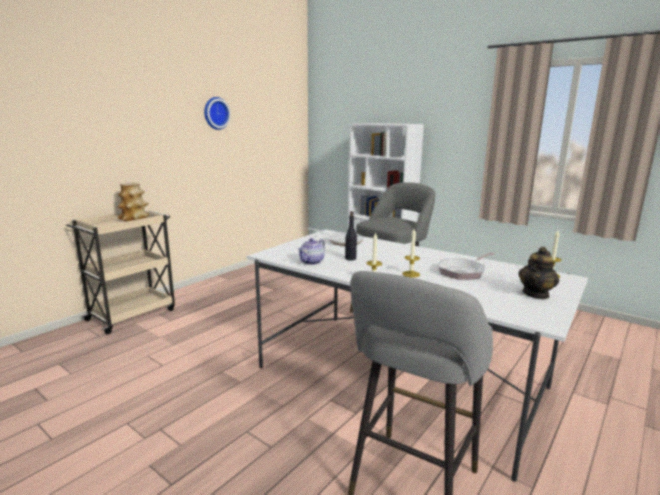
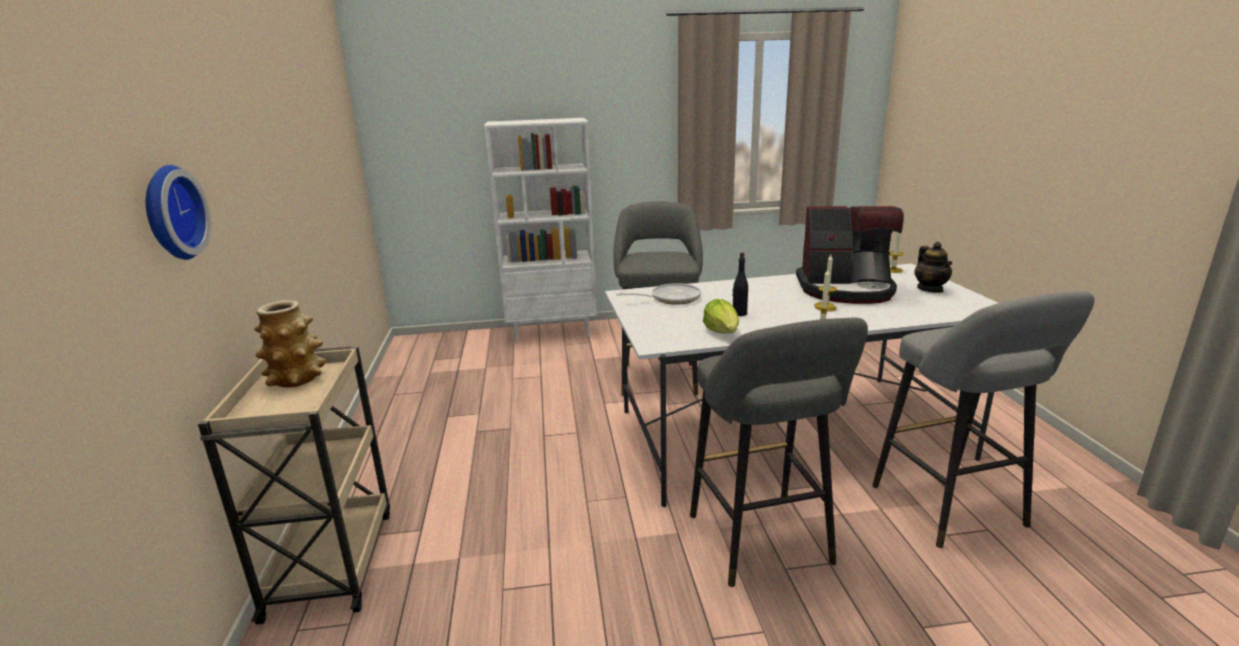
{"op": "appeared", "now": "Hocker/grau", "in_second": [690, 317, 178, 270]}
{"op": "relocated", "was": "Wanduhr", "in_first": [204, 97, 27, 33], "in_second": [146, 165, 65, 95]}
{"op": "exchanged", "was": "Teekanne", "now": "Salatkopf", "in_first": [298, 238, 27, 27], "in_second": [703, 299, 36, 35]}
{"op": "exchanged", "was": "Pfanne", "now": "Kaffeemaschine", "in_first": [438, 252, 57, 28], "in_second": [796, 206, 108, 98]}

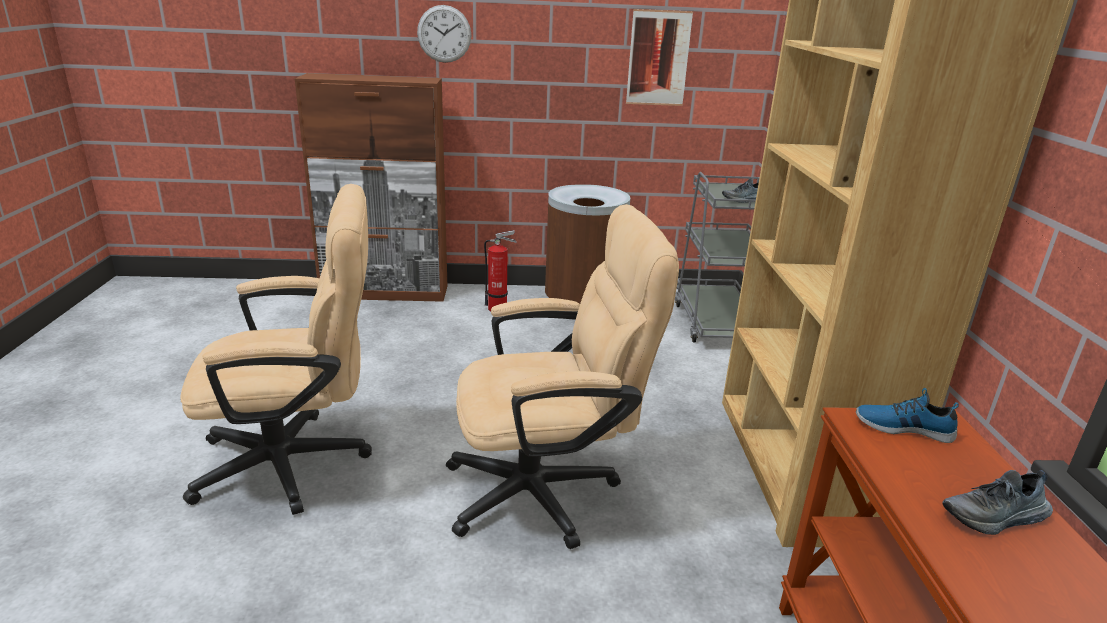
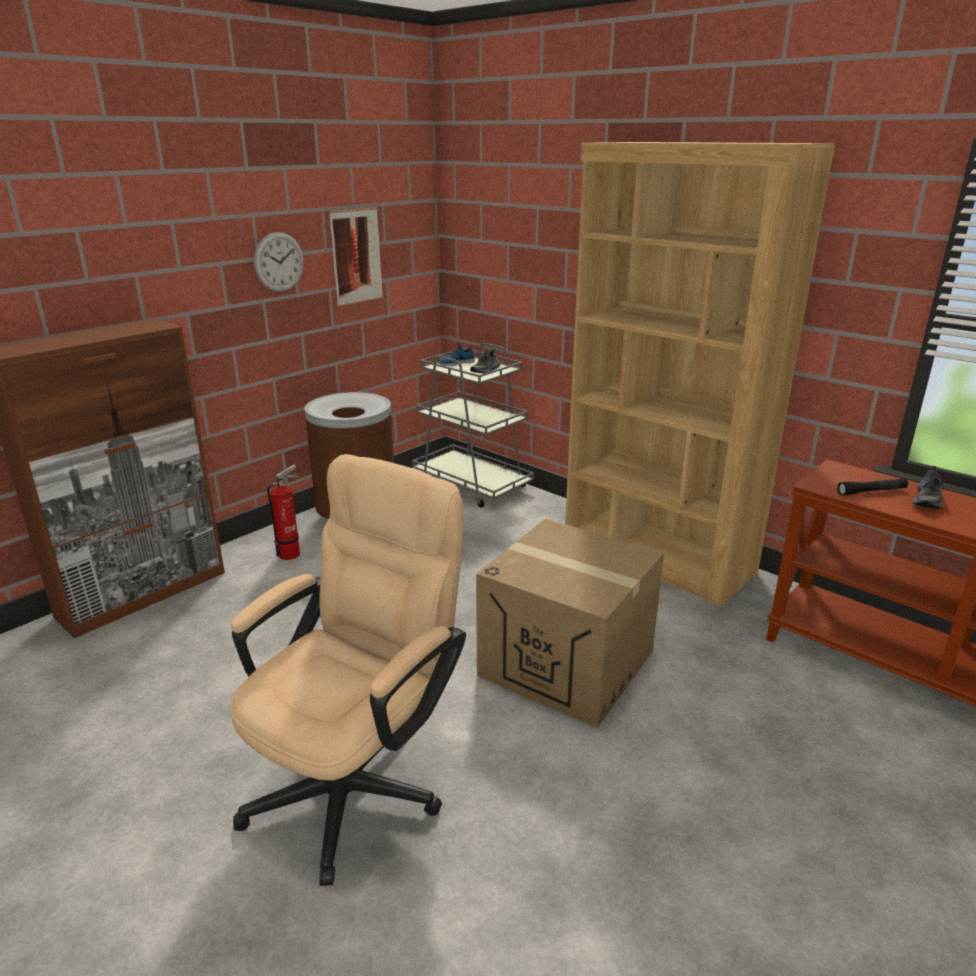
{"op": "appeared", "now": "Taschenlampe/schwarz", "in_second": [837, 478, 71, 18]}
{"op": "relocated", "was": "Wanduhr", "in_first": [417, 5, 54, 58], "in_second": [254, 232, 50, 60]}
{"op": "relocated", "was": "Schuh", "in_first": [856, 388, 103, 55], "in_second": [437, 343, 38, 23]}
{"op": "exchanged", "was": "Bürostuhl/beige", "now": "Karton", "in_first": [446, 204, 233, 345], "in_second": [476, 519, 188, 209]}

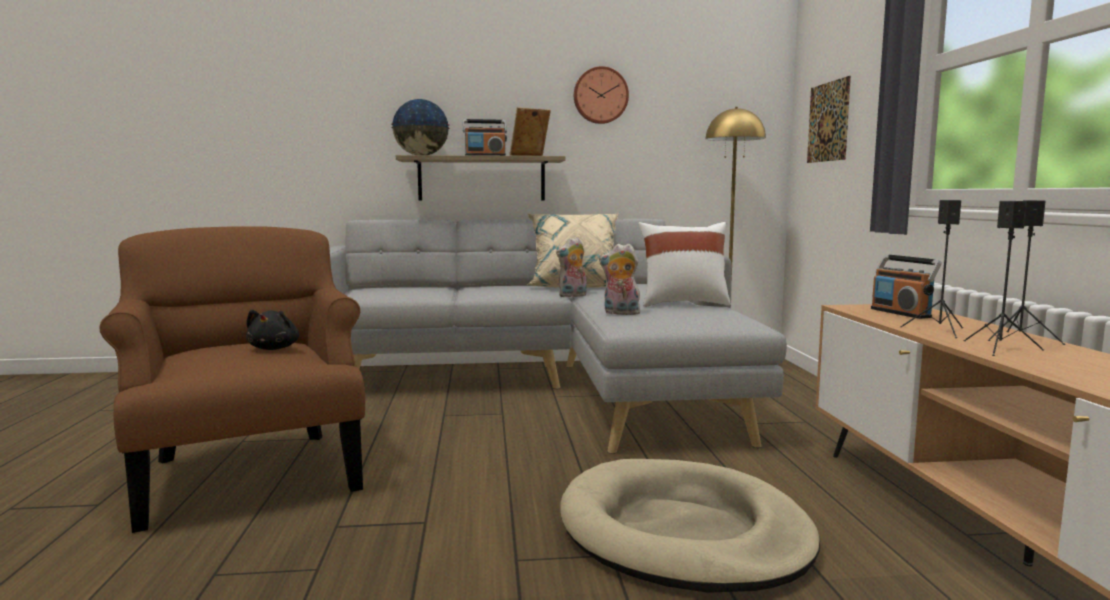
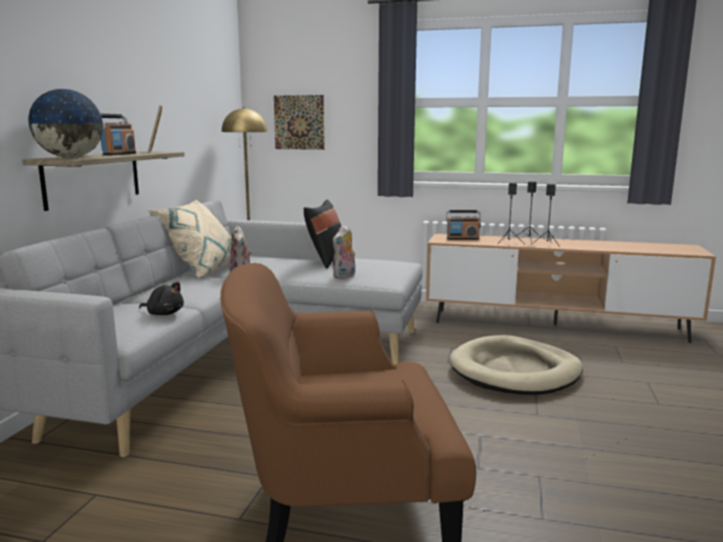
{"op": "missing", "was": "Wanduhr", "in_first": [574, 66, 55, 58]}
{"op": "relocated", "was": "Plüschtier/schwarz", "in_first": [247, 310, 52, 40], "in_second": [139, 282, 45, 33]}
{"op": "colour", "was": "Kissen/weiß", "now": "Kissen/schwarz", "in_first": [638, 222, 93, 85], "in_second": [304, 200, 37, 69]}

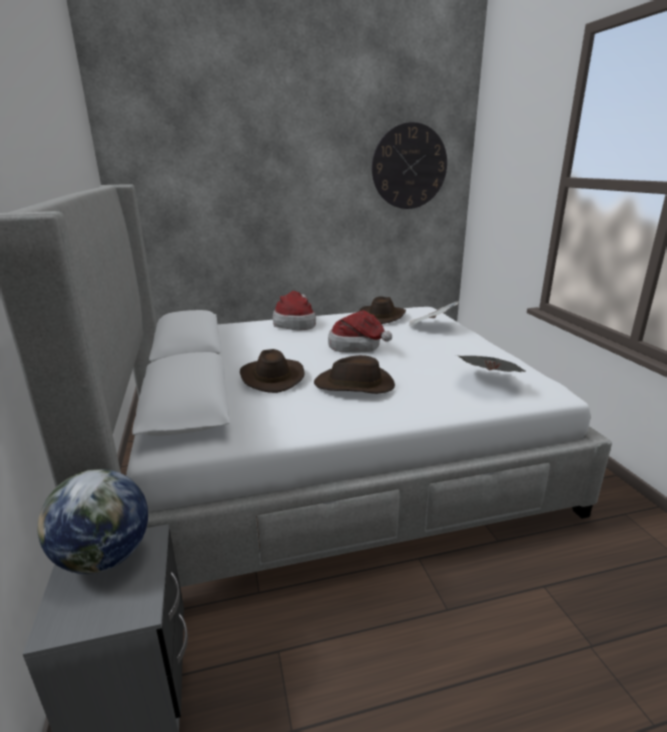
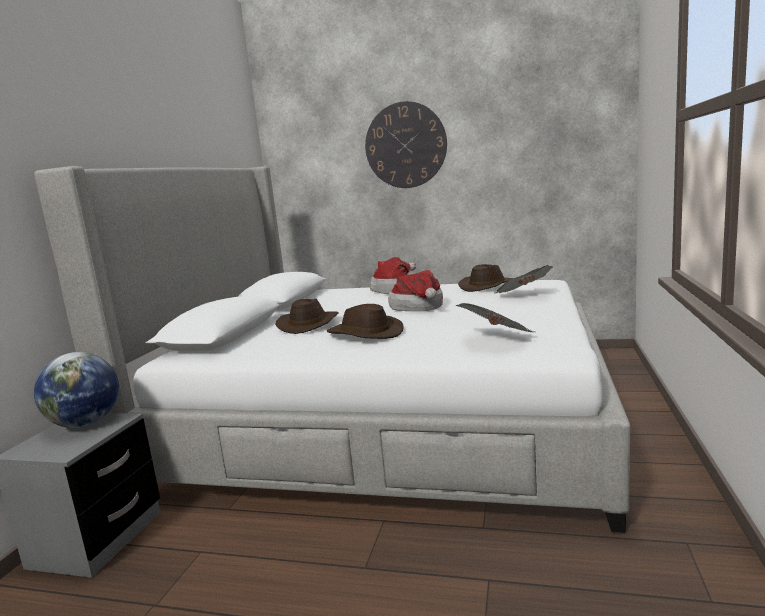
{"op": "relocated", "was": "Wanduhr", "in_first": [372, 122, 75, 87], "in_second": [365, 101, 82, 87]}

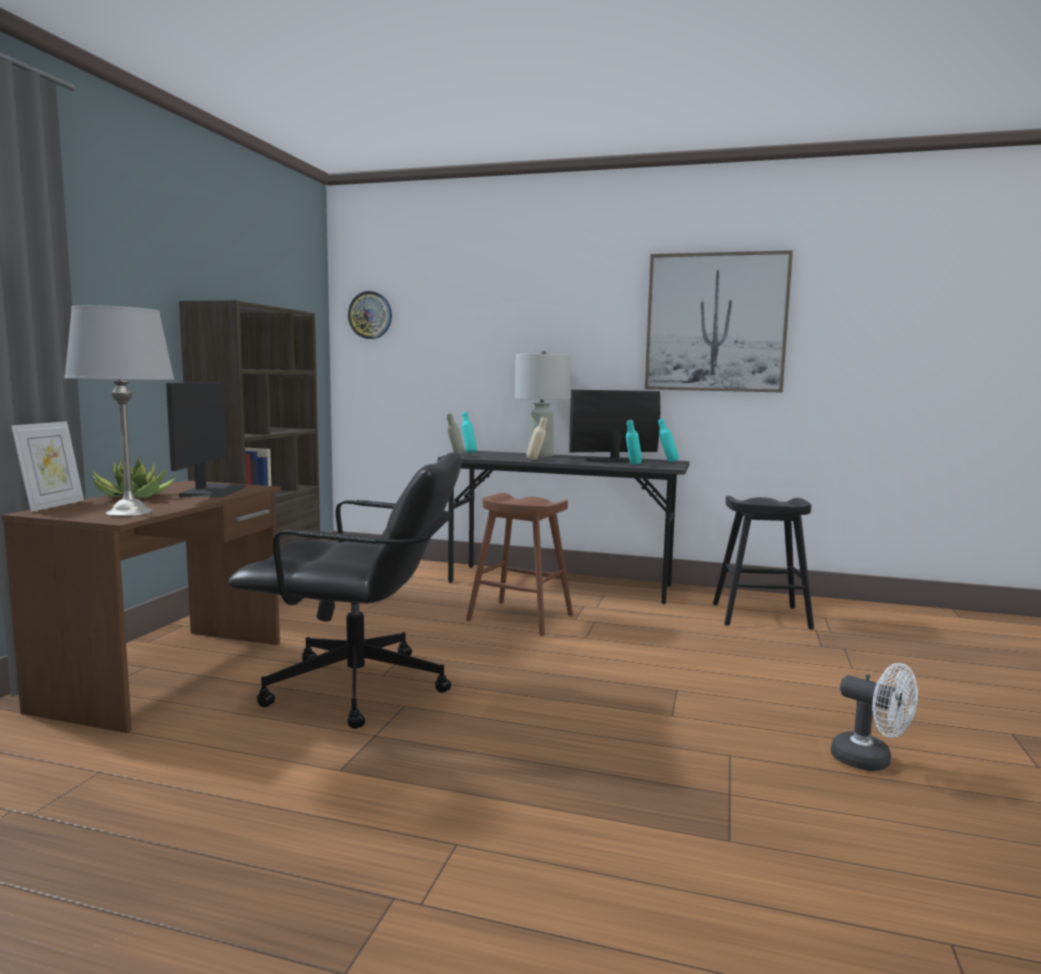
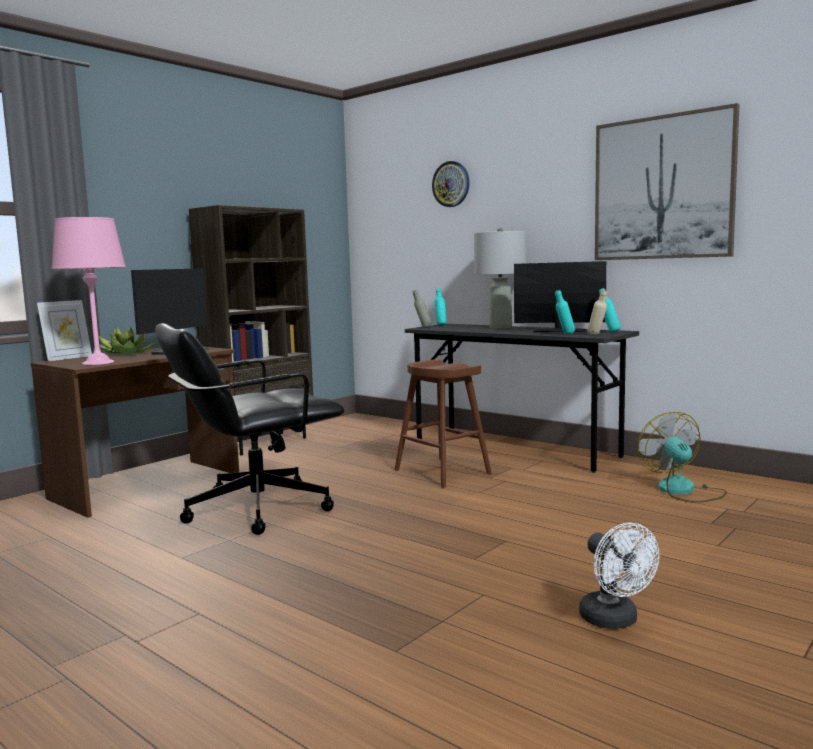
{"op": "relocated", "was": "Wanduhr", "in_first": [348, 291, 44, 48], "in_second": [432, 161, 38, 46]}
{"op": "relocated", "was": "Flasche/beige", "in_first": [526, 417, 21, 43], "in_second": [588, 290, 19, 45]}
{"op": "exchanged", "was": "Hocker/schwarz", "now": "Ventilator", "in_first": [713, 496, 101, 134], "in_second": [638, 412, 89, 91]}
{"op": "colour", "was": "Tischlampe/grau", "now": "Tischlampe/rosa", "in_first": [64, 305, 110, 212], "in_second": [51, 217, 75, 148]}
{"op": "spun", "was": "Bürostuhl/schwarz", "in_first": [228, 452, 234, 277], "in_second": [156, 323, 188, 212], "clockwise": 120}

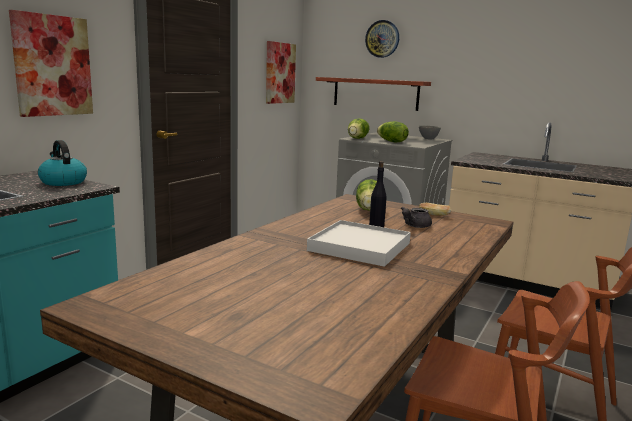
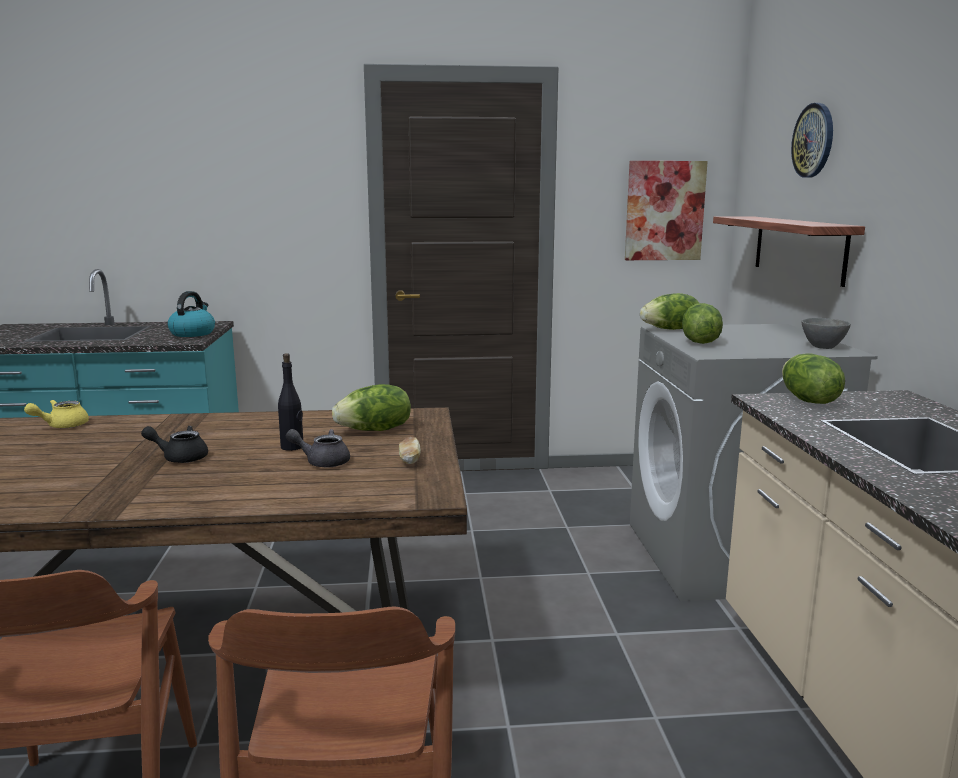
{"op": "missing", "was": "Bild", "in_first": [9, 10, 84, 107]}
{"op": "appeared", "now": "Teekanne/gelb", "in_second": [24, 400, 65, 28]}
{"op": "appeared", "now": "Salatkopf", "in_second": [782, 353, 63, 51]}
{"op": "exchanged", "was": "Tablett/weiß", "now": "Teekanne/schwarz", "in_first": [307, 220, 104, 47], "in_second": [141, 426, 67, 37]}

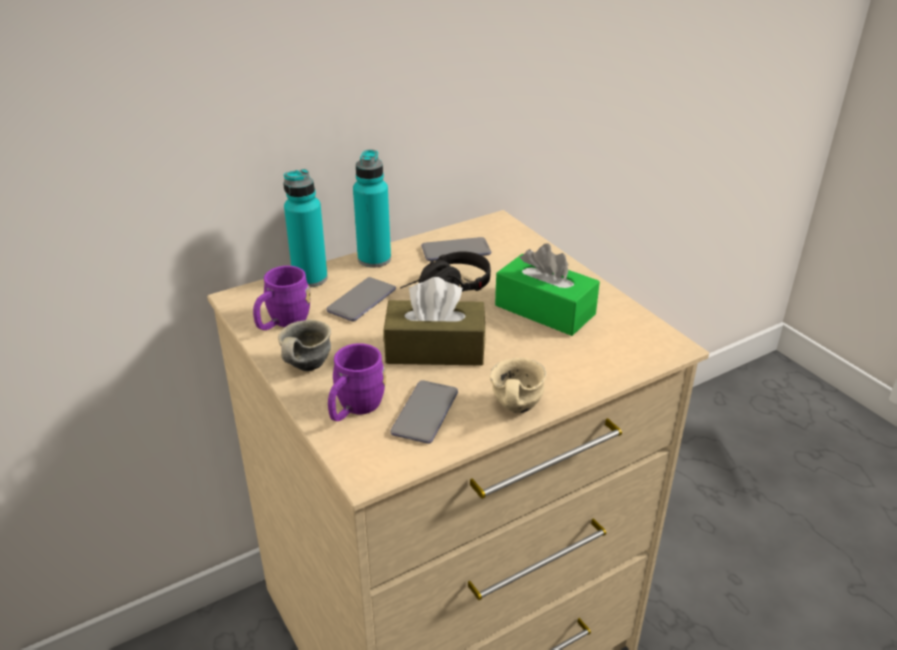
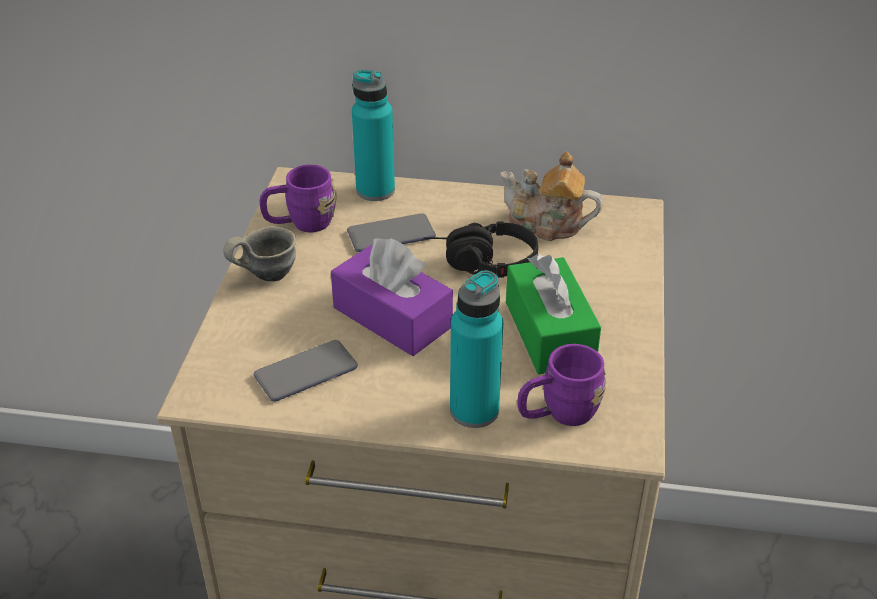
{"op": "missing", "was": "Henkelbecher/beige", "in_first": [490, 358, 56, 55]}
{"op": "relocated", "was": "Henkelbecher/lila", "in_first": [328, 343, 58, 78], "in_second": [518, 344, 88, 82]}
{"op": "relocated", "was": "Flasche/türkis", "in_first": [353, 149, 38, 119], "in_second": [450, 270, 53, 158]}
{"op": "exchanged", "was": "Handy", "now": "Teekanne", "in_first": [421, 237, 71, 24], "in_second": [501, 152, 102, 89]}
{"op": "colour", "was": "Taschentuchbox/braun", "now": "Taschentuchbox/lila", "in_first": [383, 277, 102, 89], "in_second": [331, 238, 122, 118]}

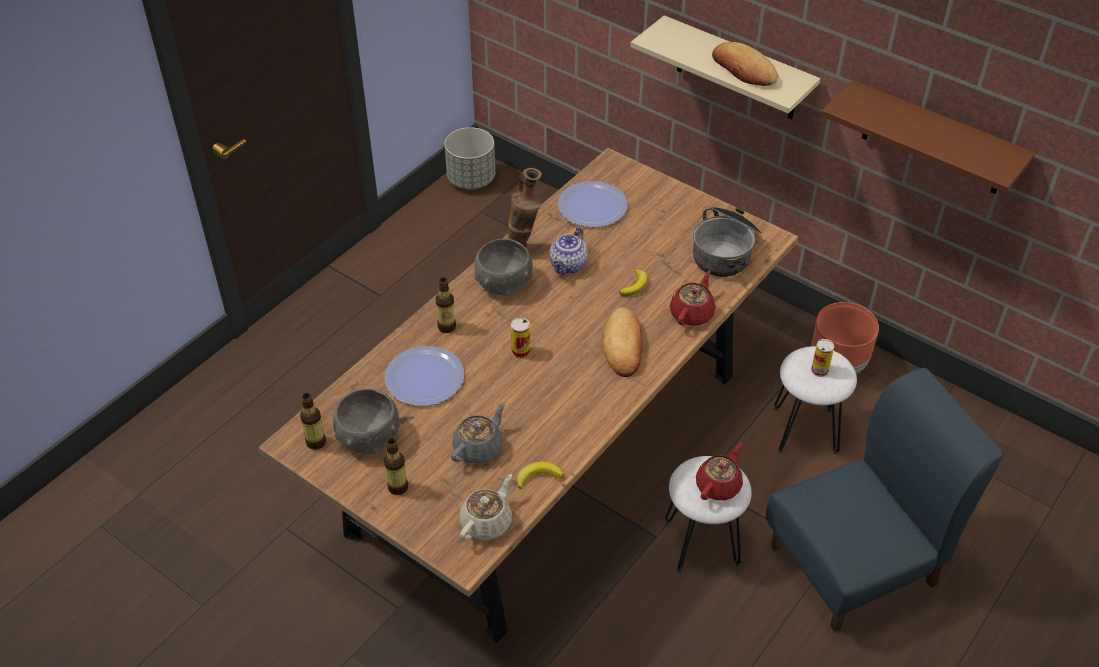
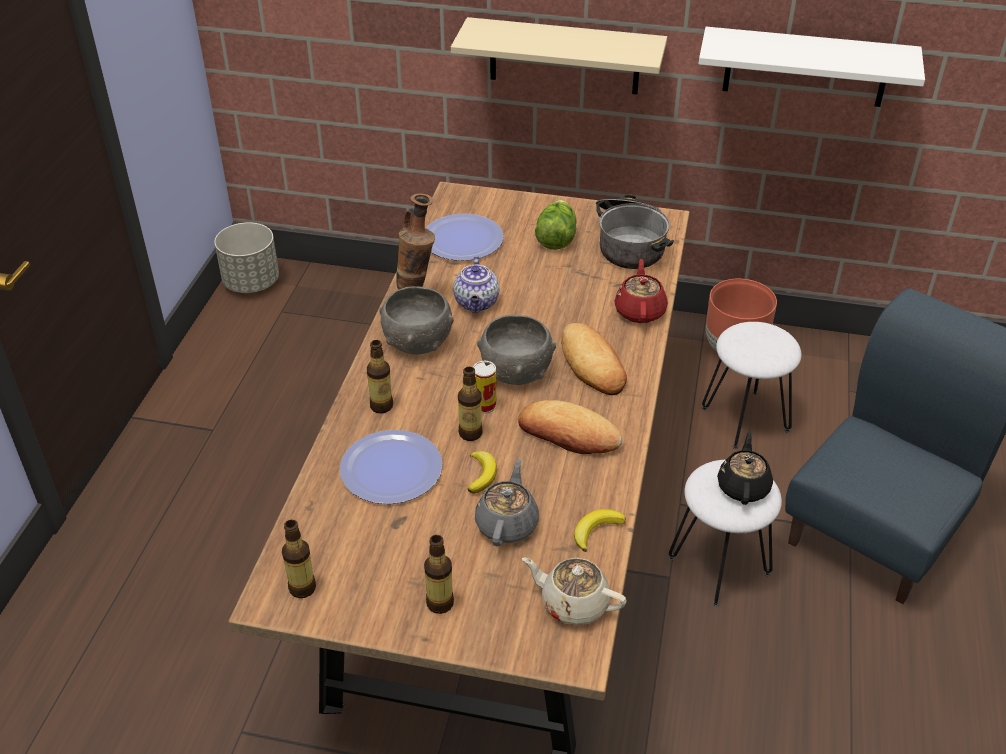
{"op": "missing", "was": "Dose", "in_first": [811, 339, 23, 38]}
{"op": "appeared", "now": "Flasche", "in_second": [458, 367, 25, 74]}
{"op": "appeared", "now": "Salatkopf", "in_second": [535, 200, 41, 50]}
{"op": "relocated", "was": "Schüssel/grau", "in_first": [333, 388, 67, 66], "in_second": [477, 315, 79, 70]}
{"op": "relocated", "was": "Banane", "in_first": [619, 269, 29, 28], "in_second": [467, 451, 30, 43]}
{"op": "relocated", "was": "Brot", "in_first": [712, 42, 66, 44], "in_second": [518, 400, 105, 54]}
{"op": "colour", "was": "Teekanne/rot", "now": "Teekanne/schwarz", "in_first": [696, 443, 47, 57], "in_second": [717, 432, 56, 73]}
{"op": "colour", "was": "Wandregal/braun", "now": "Wandregal/weiß", "in_first": [821, 80, 214, 114], "in_second": [699, 27, 226, 80]}
{"op": "spun", "was": "Teekanne/beige", "in_first": [459, 474, 53, 67], "in_second": [522, 557, 105, 69], "clockwise": -75}

